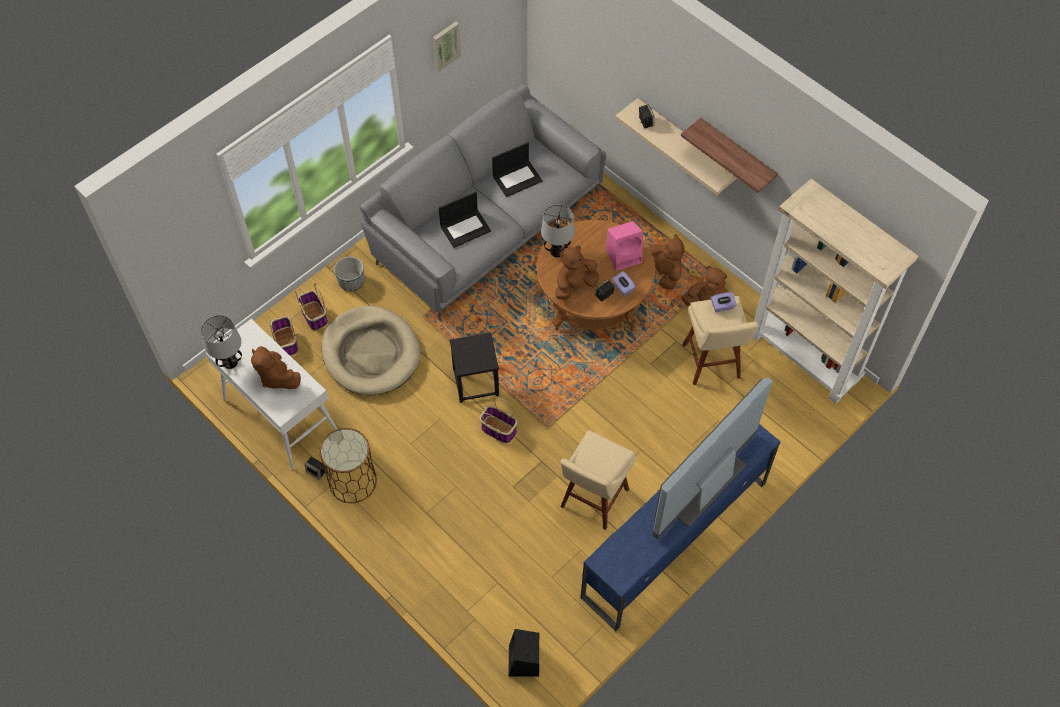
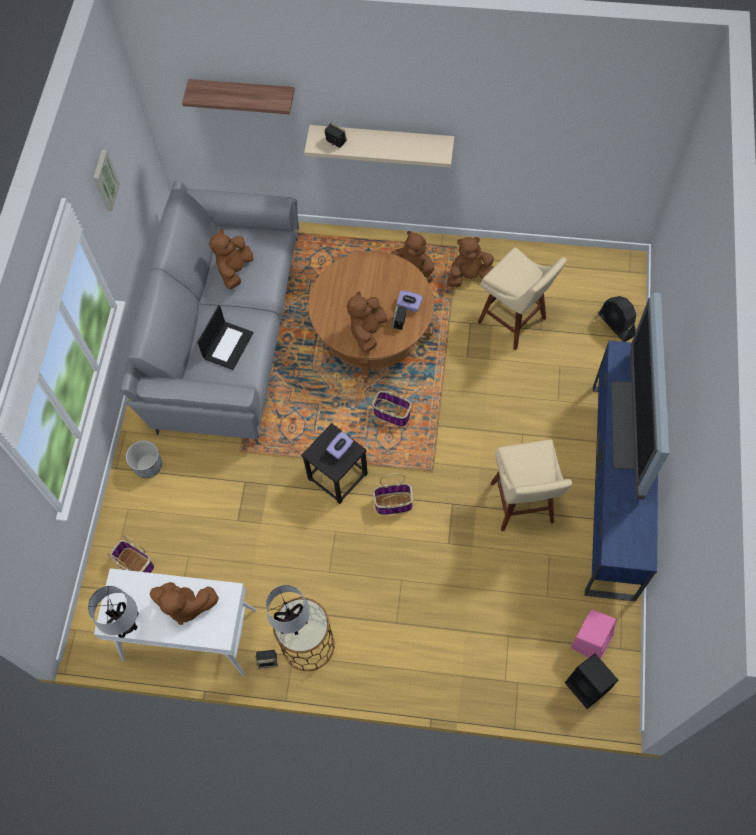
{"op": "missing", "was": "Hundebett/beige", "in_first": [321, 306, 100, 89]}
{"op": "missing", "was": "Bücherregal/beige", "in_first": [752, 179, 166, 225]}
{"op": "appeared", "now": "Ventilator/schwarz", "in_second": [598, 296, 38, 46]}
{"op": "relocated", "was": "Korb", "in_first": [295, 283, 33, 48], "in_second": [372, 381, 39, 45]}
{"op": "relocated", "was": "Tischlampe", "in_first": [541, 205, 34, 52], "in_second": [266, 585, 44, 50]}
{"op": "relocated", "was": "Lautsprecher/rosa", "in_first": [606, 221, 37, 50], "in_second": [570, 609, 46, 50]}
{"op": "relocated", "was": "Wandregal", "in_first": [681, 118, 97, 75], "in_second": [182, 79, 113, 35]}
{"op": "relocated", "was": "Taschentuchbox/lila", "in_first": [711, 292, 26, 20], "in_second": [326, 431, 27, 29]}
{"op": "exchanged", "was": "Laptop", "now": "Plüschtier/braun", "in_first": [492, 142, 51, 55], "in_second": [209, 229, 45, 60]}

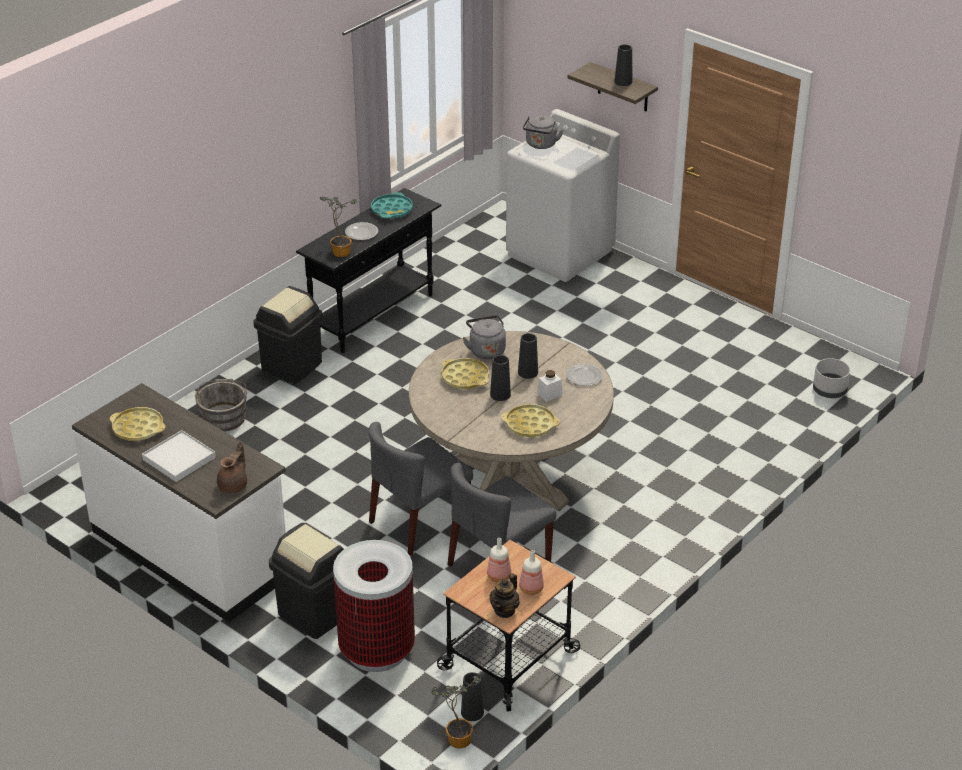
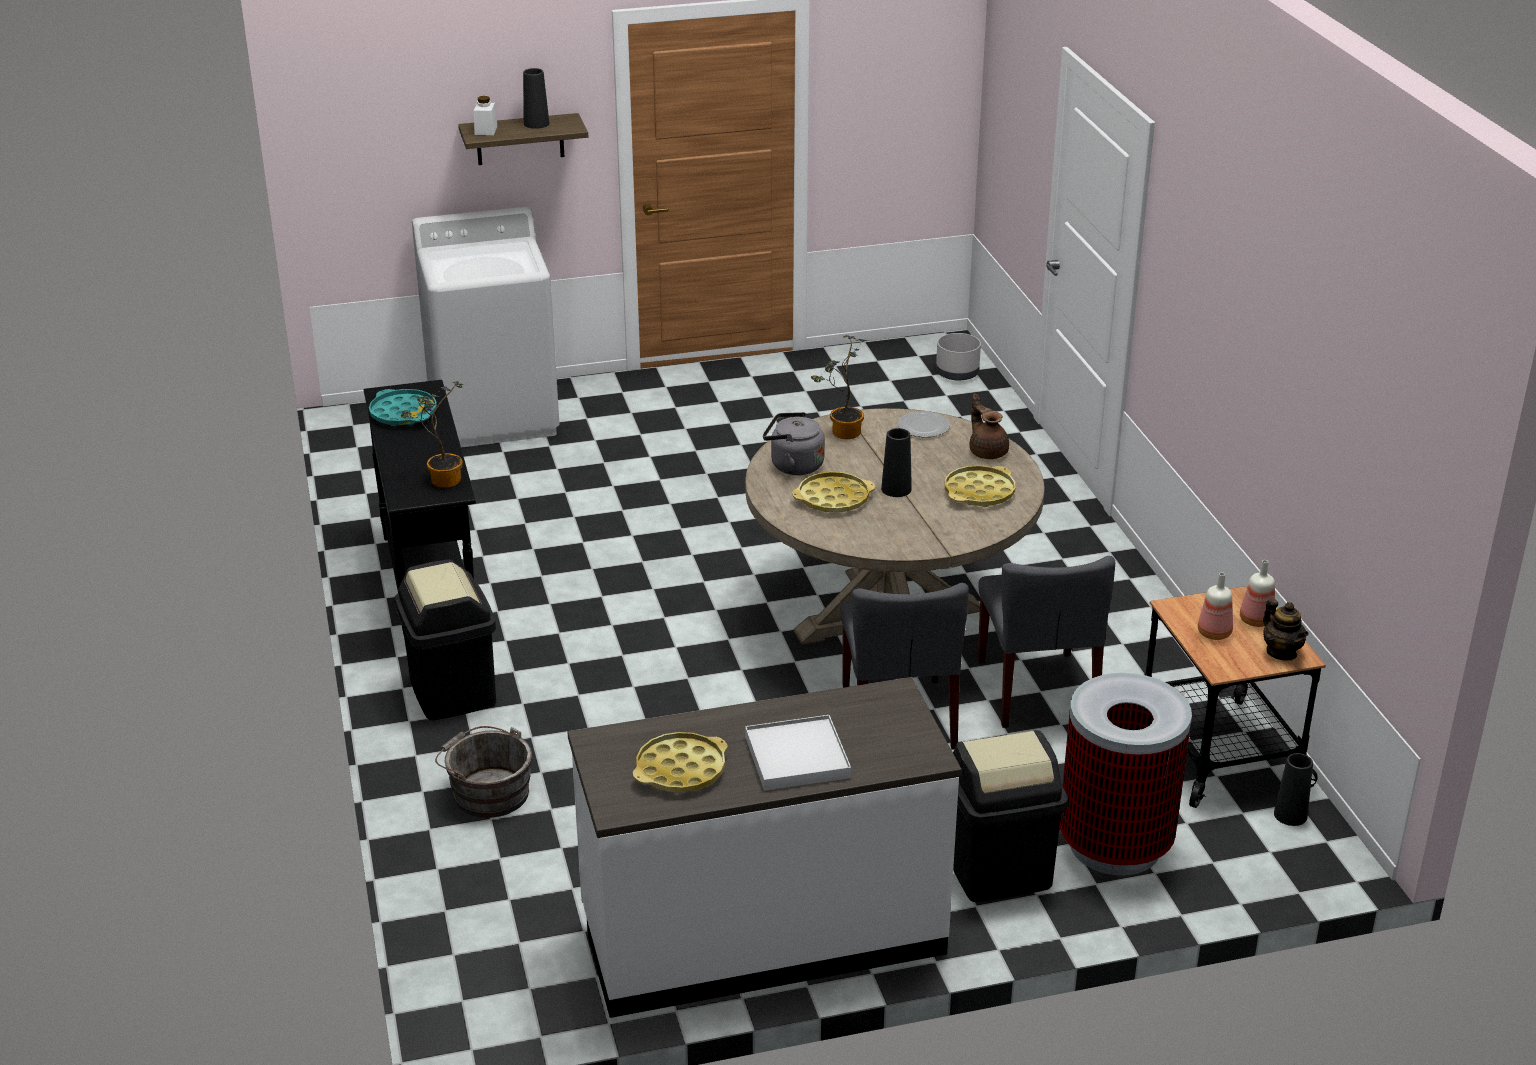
{"op": "missing", "was": "Teller", "in_first": [345, 222, 33, 18]}
{"op": "missing", "was": "Vase/schwarz", "in_first": [518, 333, 20, 46]}
{"op": "missing", "was": "Wasserkessel/grau", "in_first": [523, 115, 40, 34]}
{"op": "relocated", "was": "Teekanne/braun", "in_first": [217, 441, 30, 52], "in_second": [970, 394, 39, 65]}
{"op": "relocated", "was": "Topfpflanze", "in_first": [431, 676, 50, 72], "in_second": [811, 335, 57, 104]}
{"op": "relocated", "was": "Vorratsglas/weiß", "in_first": [538, 370, 24, 32], "in_second": [474, 96, 23, 39]}

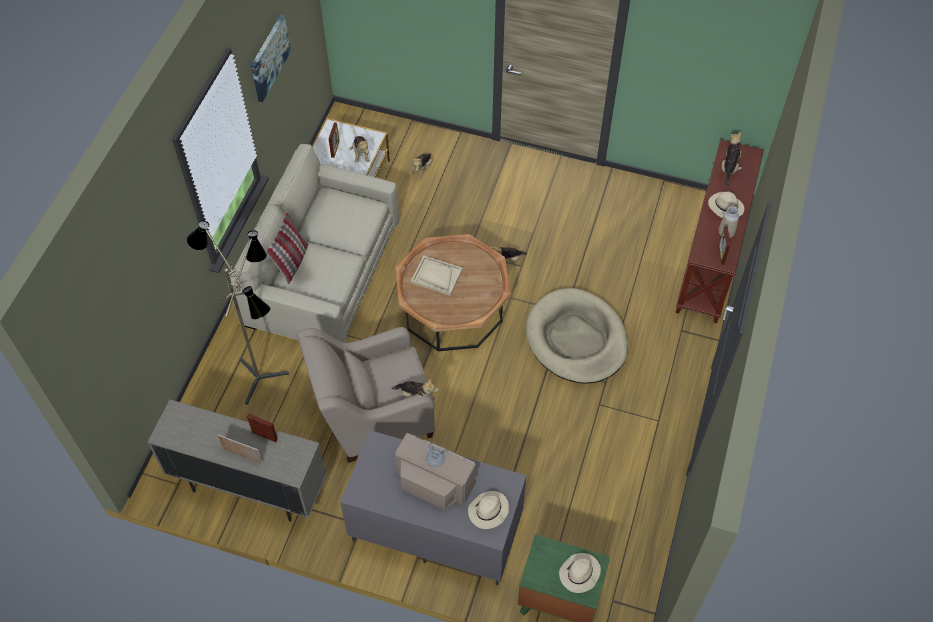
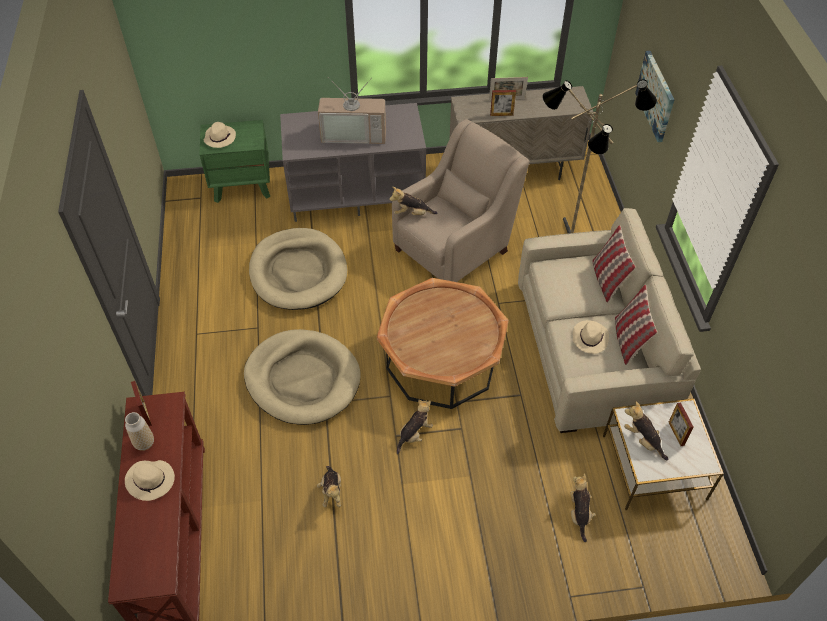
{"op": "missing", "was": "Tablett/beige", "in_first": [411, 255, 52, 41]}
{"op": "appeared", "now": "Hundebett/beige", "in_second": [249, 228, 98, 82]}
{"op": "appeared", "now": "Kissen", "in_second": [615, 285, 42, 80]}
{"op": "relocated", "was": "Bild", "in_first": [251, 14, 40, 88], "in_second": [635, 51, 40, 91]}
{"op": "relocated", "was": "Hut/beige", "in_first": [468, 491, 41, 38], "in_second": [573, 320, 36, 34]}
{"op": "relocated", "was": "Plüschtier", "in_first": [722, 132, 20, 54], "in_second": [317, 466, 24, 41]}

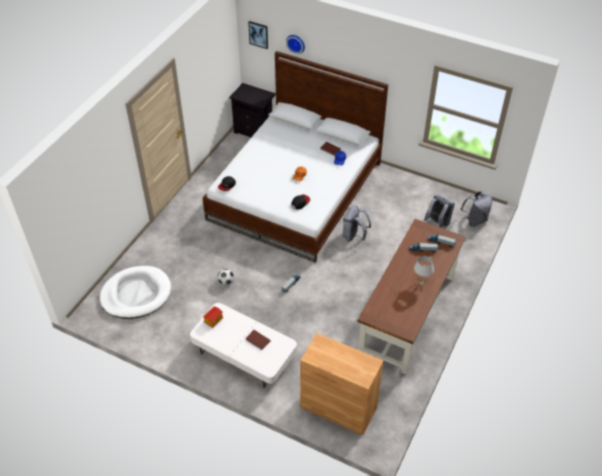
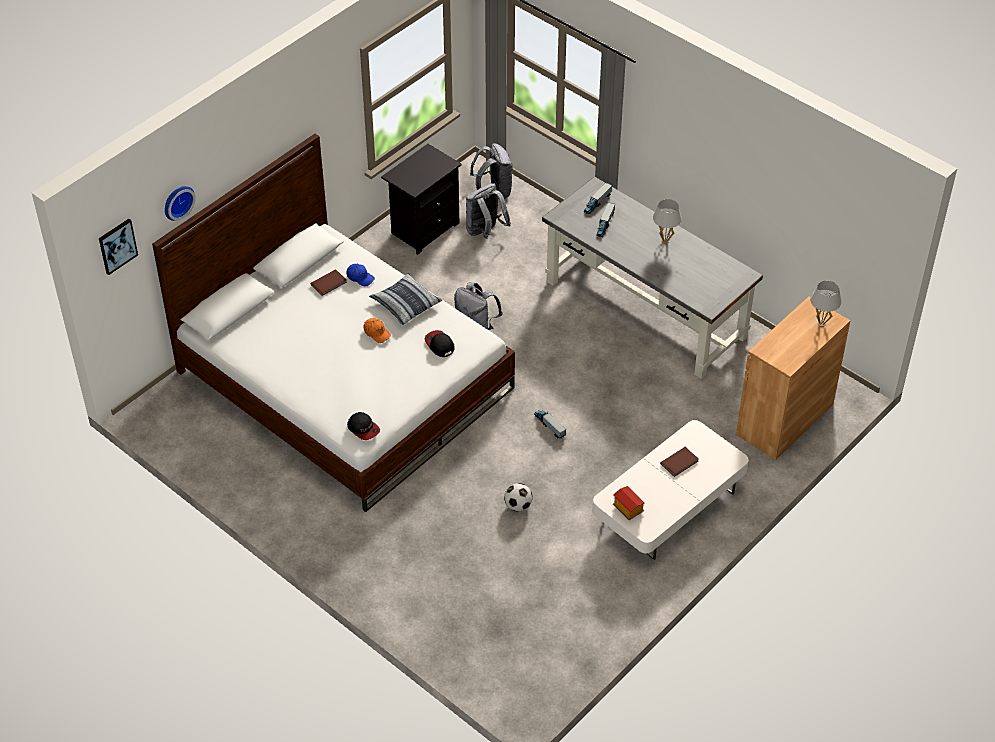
{"op": "missing", "was": "Hundebett/weiß", "in_first": [100, 266, 71, 53]}
{"op": "appeared", "now": "Kissen", "in_second": [369, 272, 73, 53]}
{"op": "appeared", "now": "Tischlampe/weiß", "in_second": [810, 281, 31, 46]}
{"op": "relocated", "was": "Nachttisch/schwarz", "in_first": [229, 83, 47, 54], "in_second": [381, 144, 80, 111]}
{"op": "colour", "was": "Schreibtisch/braun", "now": "Schreibtisch/grau", "in_first": [357, 219, 109, 155], "in_second": [542, 176, 221, 203]}

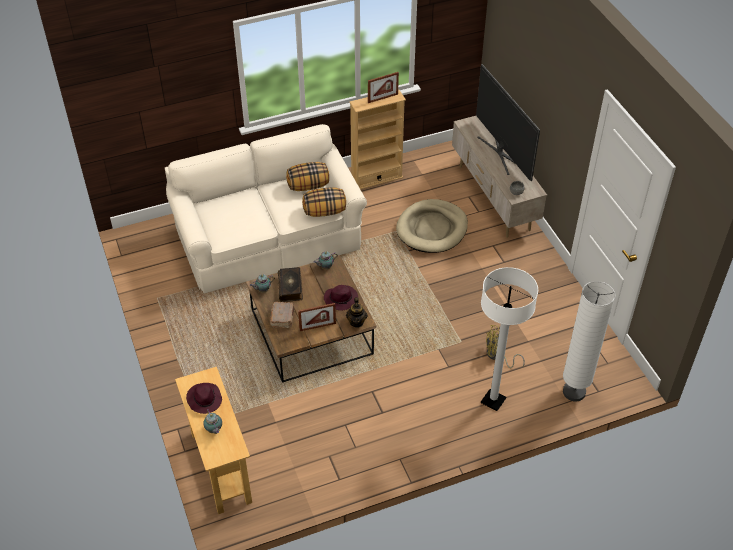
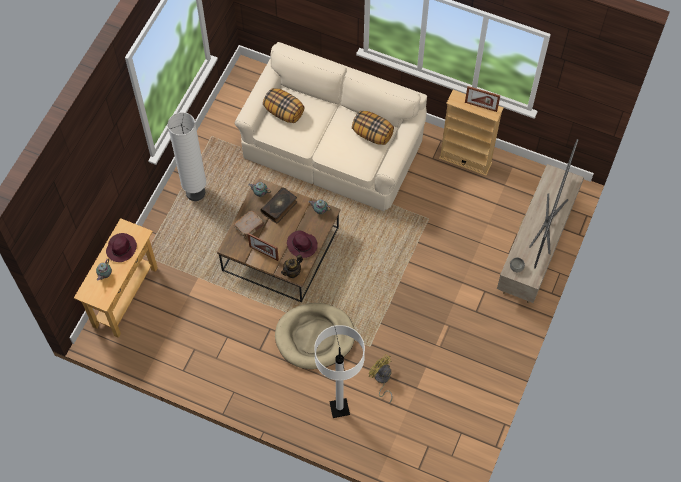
{"op": "relocated", "was": "Kissen", "in_first": [302, 188, 44, 29], "in_second": [263, 88, 41, 35]}
{"op": "relocated", "was": "Hundebett/beige", "in_first": [396, 199, 72, 54], "in_second": [275, 303, 80, 66]}
{"op": "relocated", "was": "Stehlampe/weiß", "in_first": [563, 281, 52, 120], "in_second": [167, 112, 39, 89]}

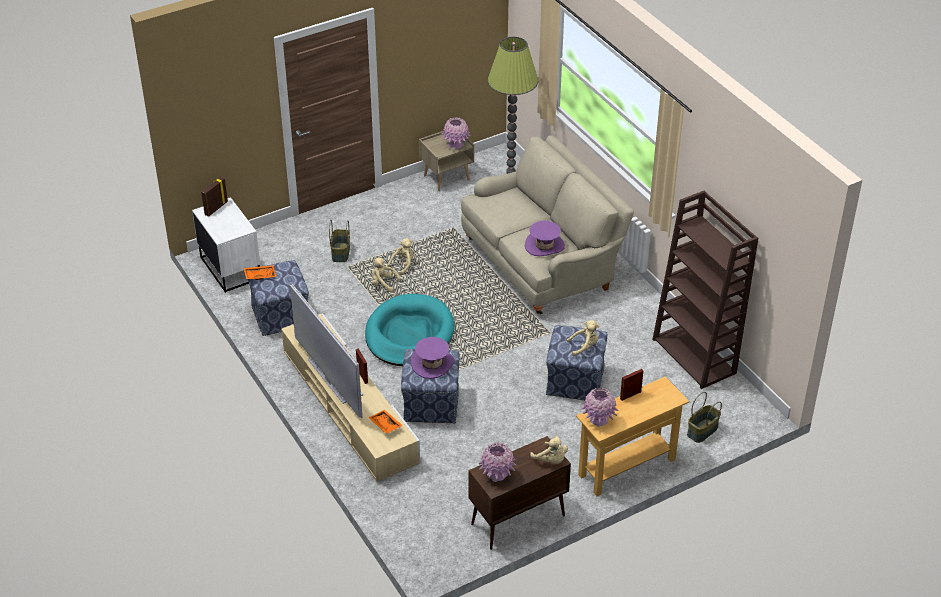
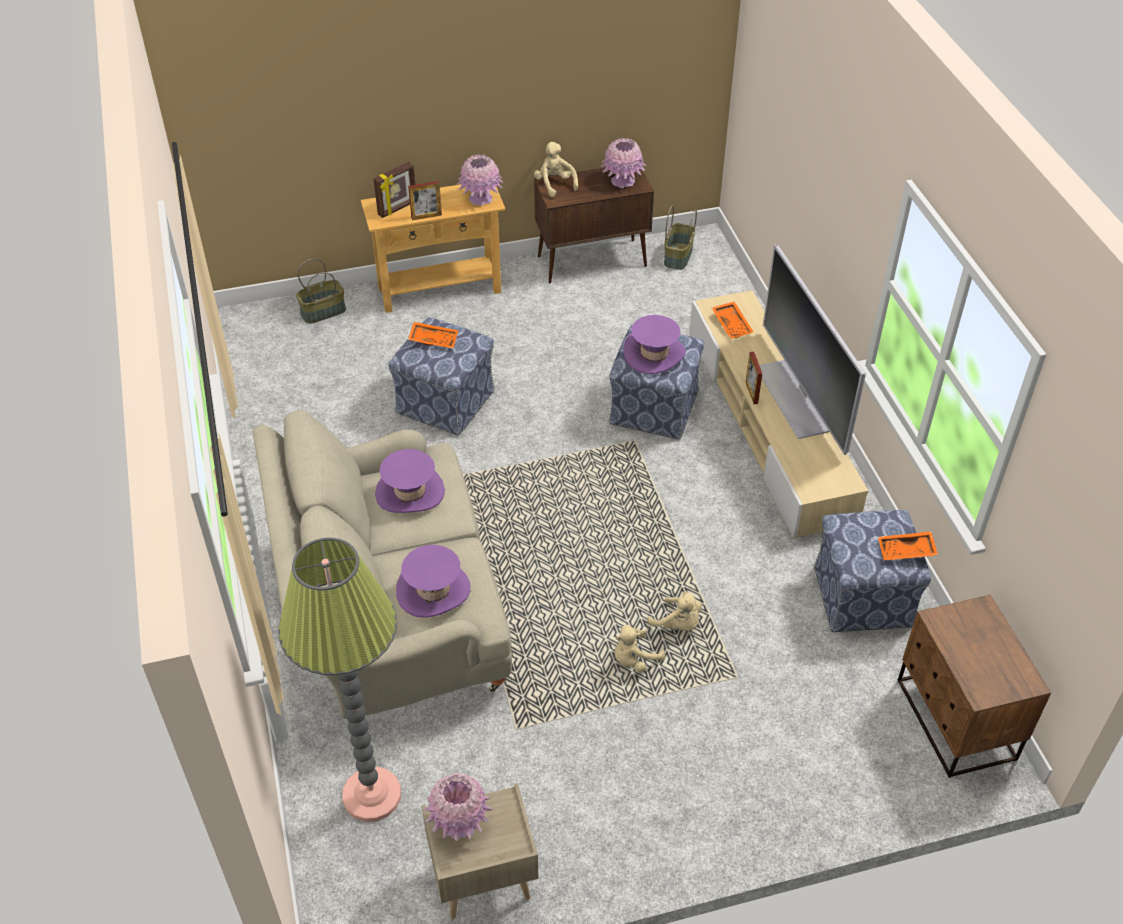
{"op": "missing", "was": "Hundebett/türkis", "in_first": [365, 294, 90, 72]}
{"op": "missing", "was": "Bücherregal/braun", "in_first": [652, 191, 106, 198]}
{"op": "appeared", "now": "Hut/lila", "in_second": [396, 545, 74, 73]}
{"op": "relocated", "was": "Bilderrahmen", "in_first": [201, 177, 27, 40], "in_second": [373, 162, 42, 56]}
{"op": "relocated", "was": "Korb", "in_first": [329, 220, 21, 42], "in_second": [664, 205, 33, 65]}
{"op": "exchanged", "was": "Plüschtier/beige", "now": "Tablett/orange", "in_first": [567, 320, 32, 37], "in_second": [408, 322, 51, 27]}
{"op": "colour", "was": "Nachttisch/weiß", "now": "Nachttisch/braun", "in_first": [192, 197, 68, 96], "in_second": [898, 595, 153, 183]}

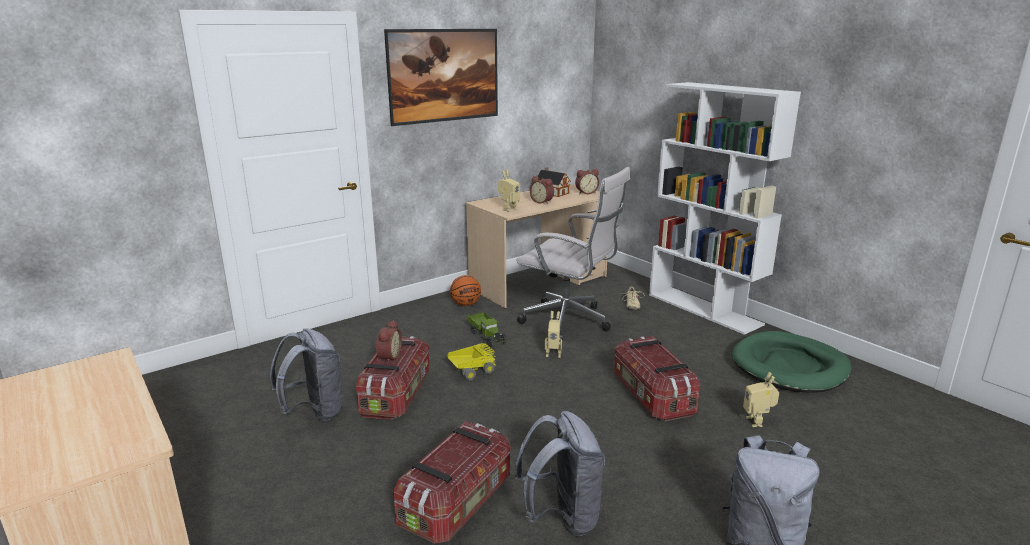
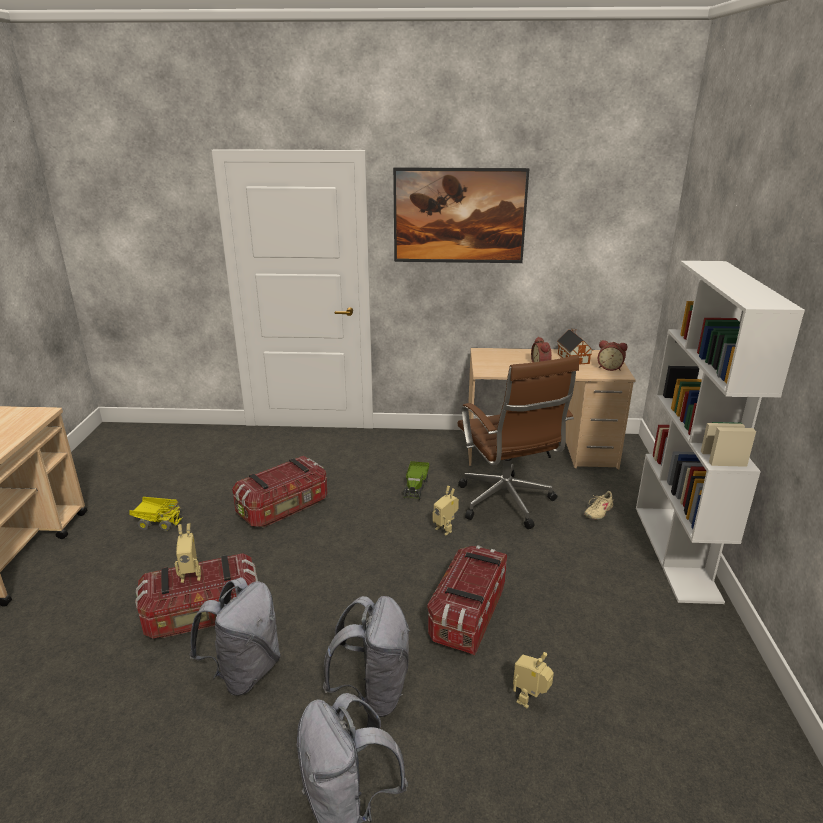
{"op": "missing", "was": "Wecker", "in_first": [375, 320, 27, 44]}
{"op": "missing", "was": "Basketball", "in_first": [450, 275, 31, 31]}
{"op": "missing", "was": "Hundebett/grün", "in_first": [732, 331, 119, 62]}
{"op": "relocated", "was": "Rucksack/grau", "in_first": [270, 329, 73, 92], "in_second": [323, 596, 87, 121]}
{"op": "relocated", "was": "Spielzeuglaster", "in_first": [447, 343, 49, 37], "in_second": [129, 497, 53, 34]}
{"op": "relocated", "was": "Spielzeugroboter", "in_first": [498, 170, 22, 42], "in_second": [175, 523, 26, 60]}
{"op": "colour", "was": "Bürostuhl/weiß", "now": "Bürostuhl/braun", "in_first": [516, 167, 114, 174], "in_second": [458, 355, 121, 174]}

